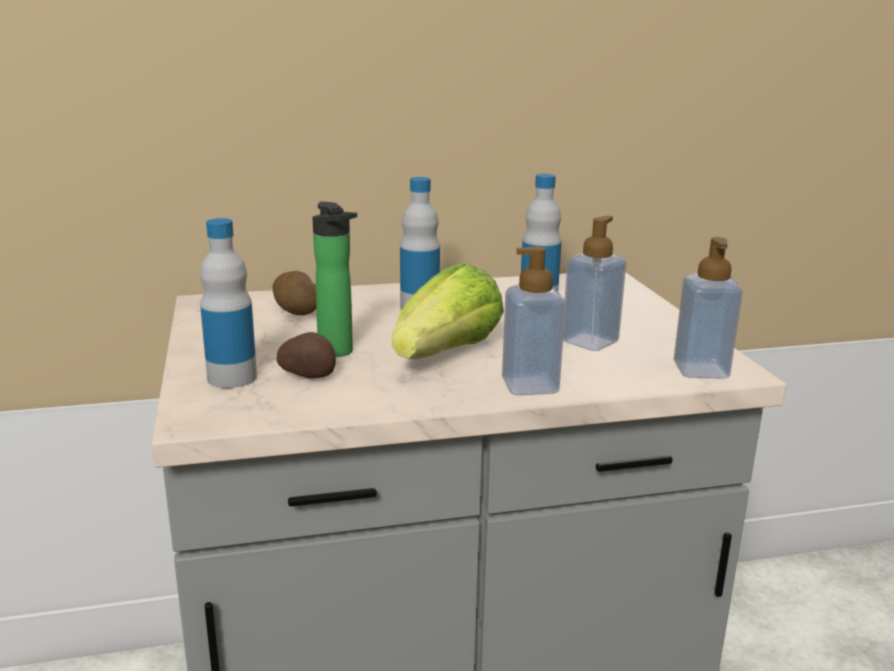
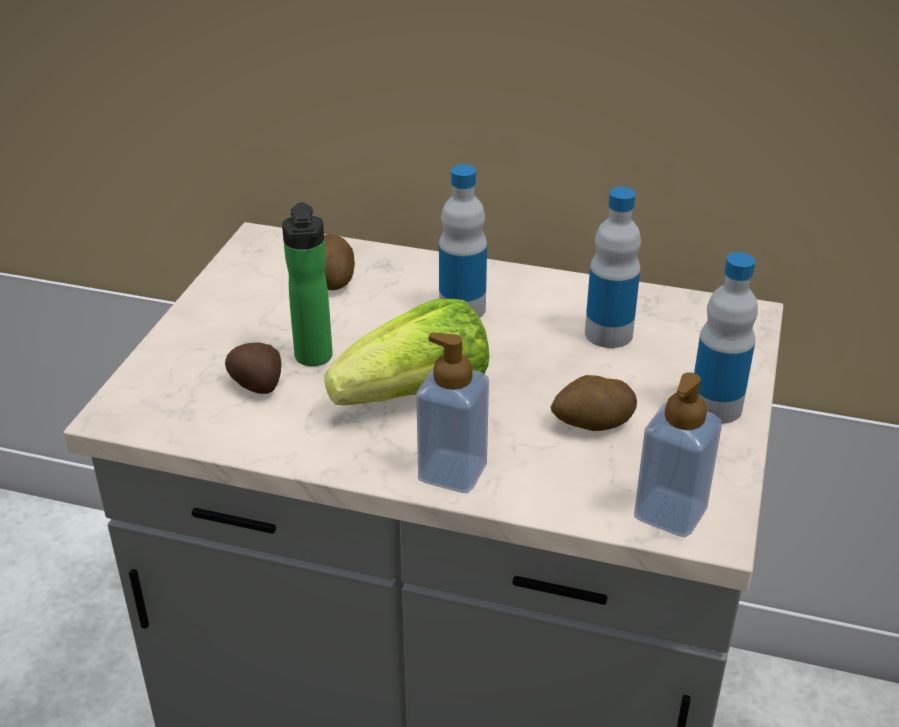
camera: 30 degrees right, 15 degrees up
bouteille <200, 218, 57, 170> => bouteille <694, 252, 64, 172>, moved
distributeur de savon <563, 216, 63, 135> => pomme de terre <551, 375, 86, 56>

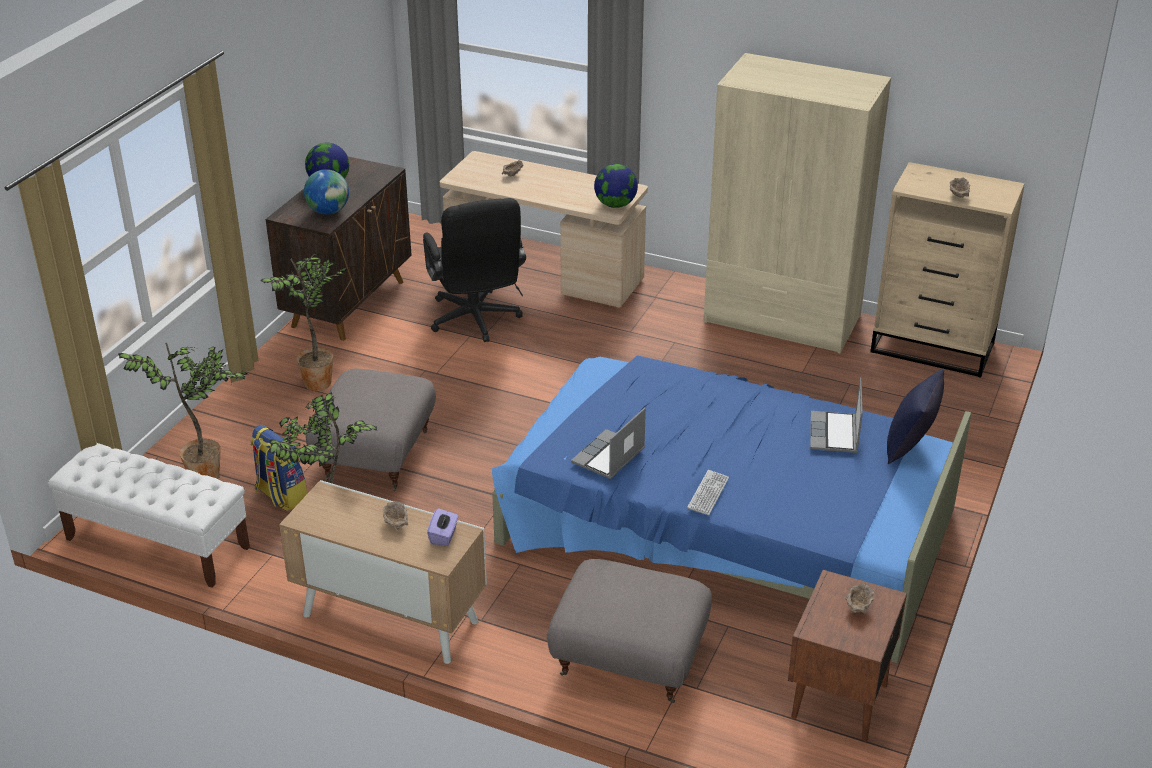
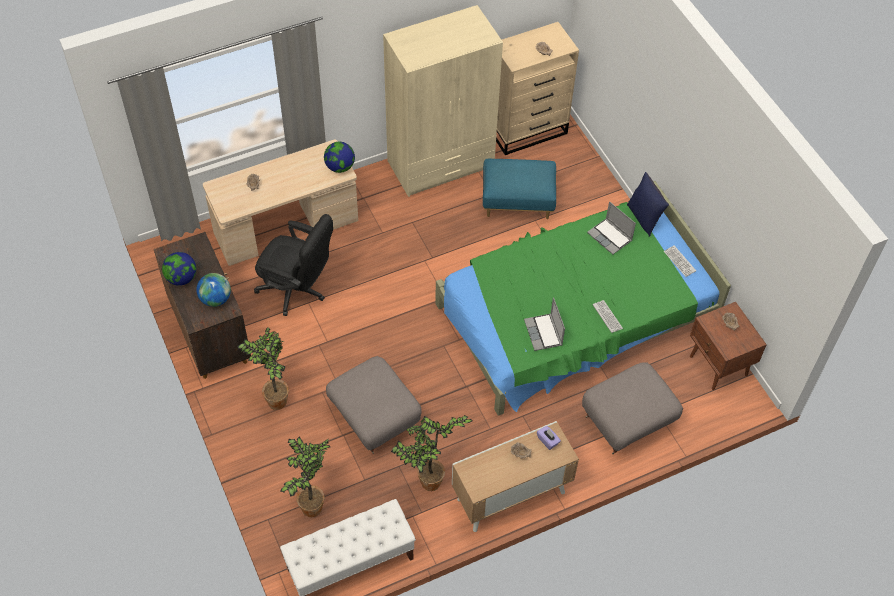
camera: 50 degrees left, 20 degrees up
sac à dos <250, 425, 57, 86> => nothing
lit/bleu <492, 356, 480, 307> => lit/vert <435, 181, 296, 235>
nothing => pouf/bleu <483, 159, 73, 60>
nothing => clavier <664, 246, 32, 31>

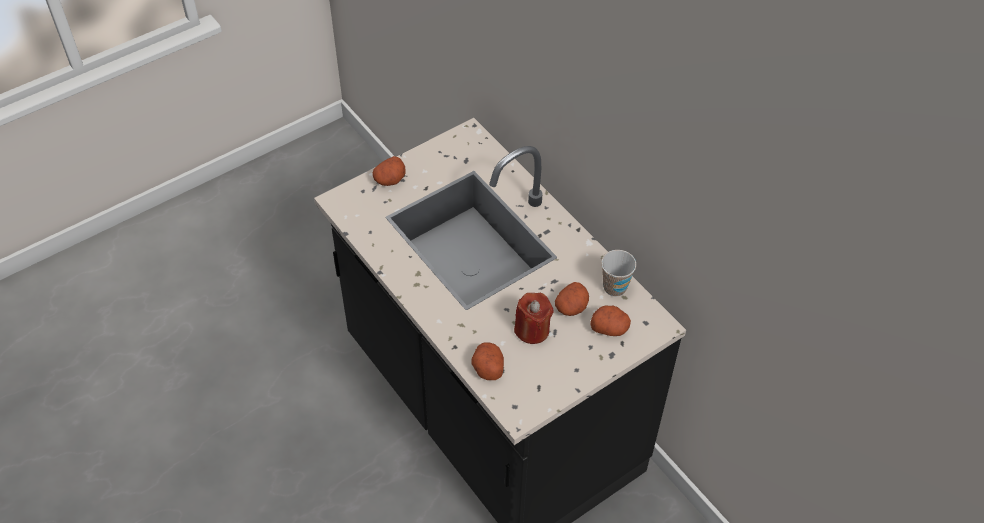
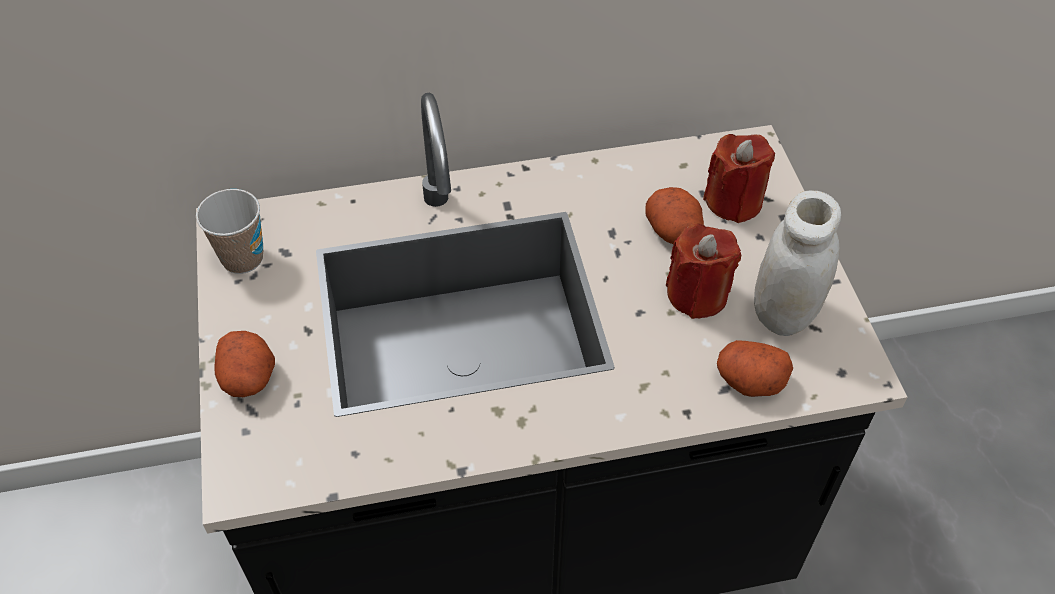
camera: 65 degrees left, 0 degrees up
pomme de terre <591, 306, 40, 30> => bougie/rouge <703, 134, 72, 89>
tasse <601, 250, 35, 47> => tasse <196, 189, 67, 85>, moved
nothing => bocal/blanc <754, 190, 87, 146>

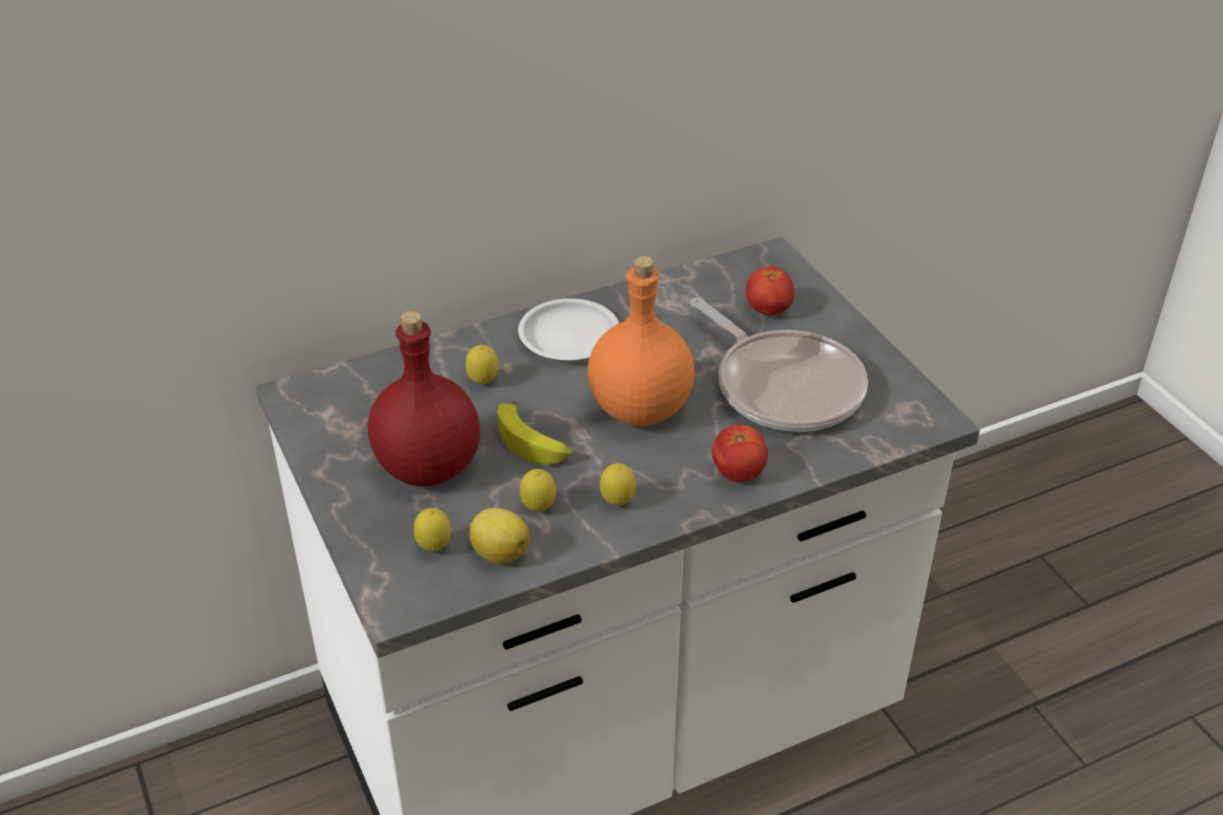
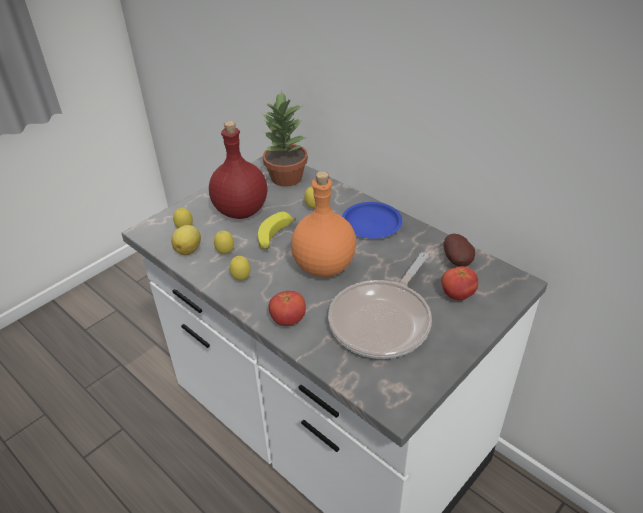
camera: 70 degrees right, 0 degrees up
assiette/blanc <518, 298, 101, 62> => assiette/bleu <342, 202, 60, 37>
nothing => plante en pot <261, 91, 47, 96>
nothing => pomme de terre <444, 234, 31, 33>

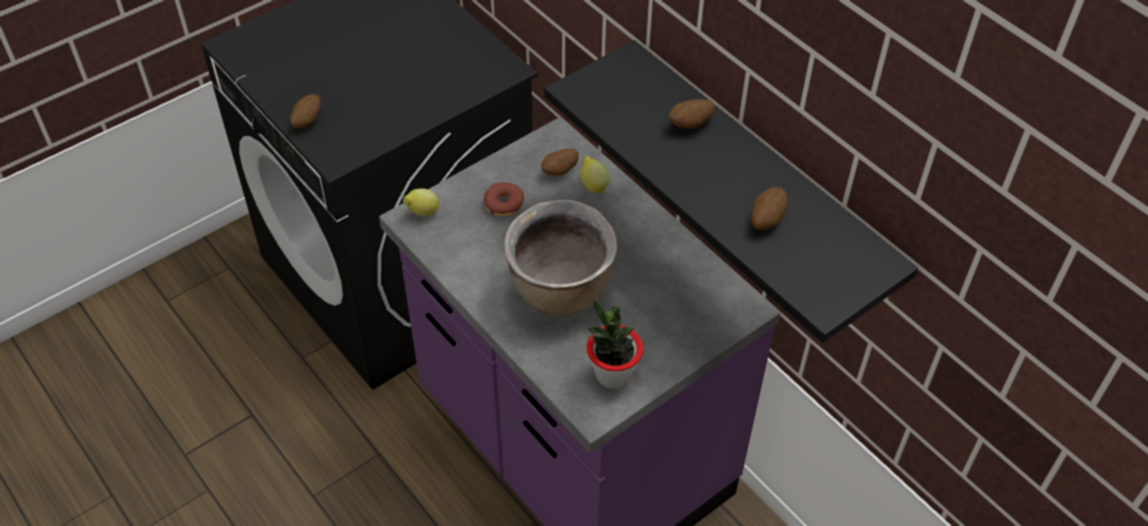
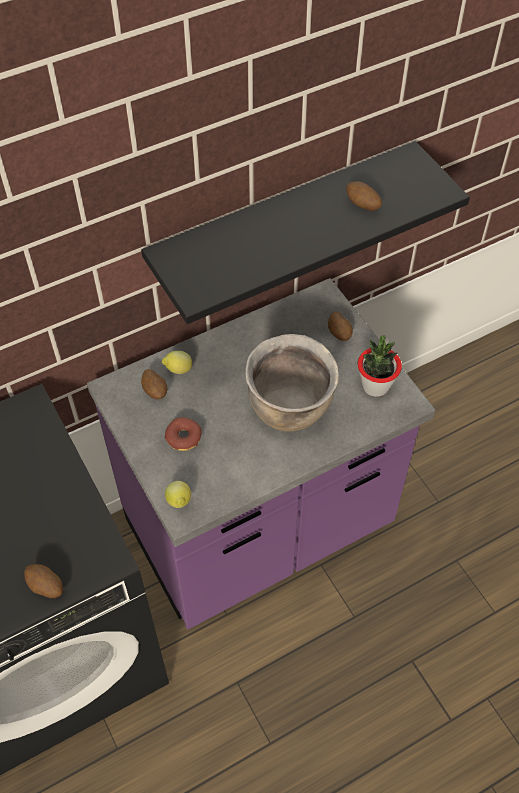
camera: 80 degrees left, 5 degrees up
pomme de terre <669, 99, 46, 30> => pomme de terre <328, 312, 25, 29>, moved

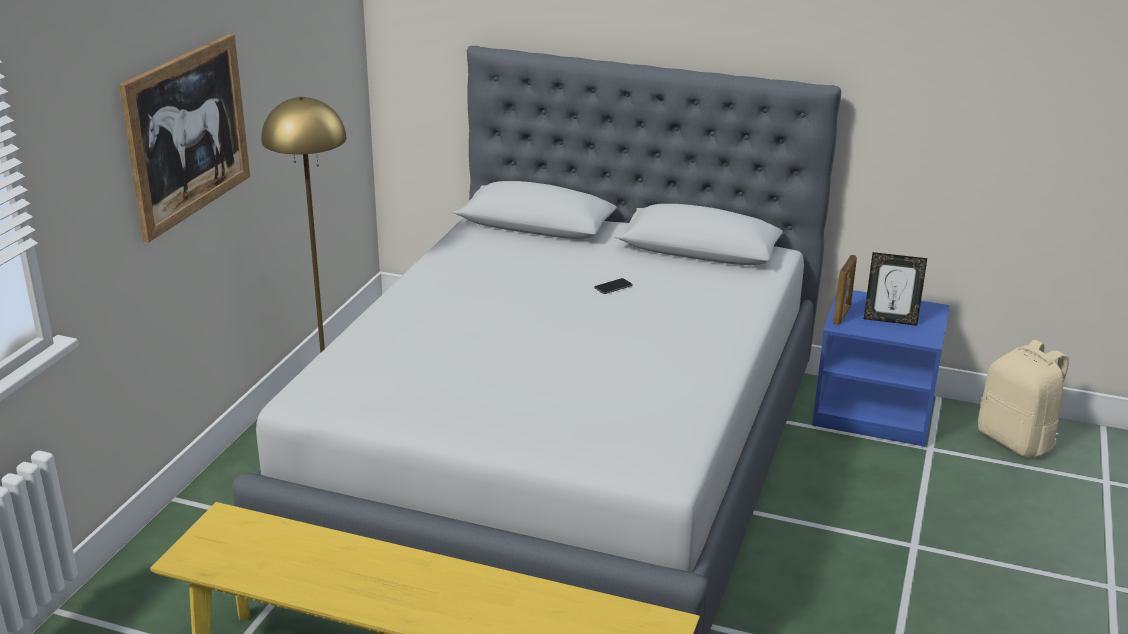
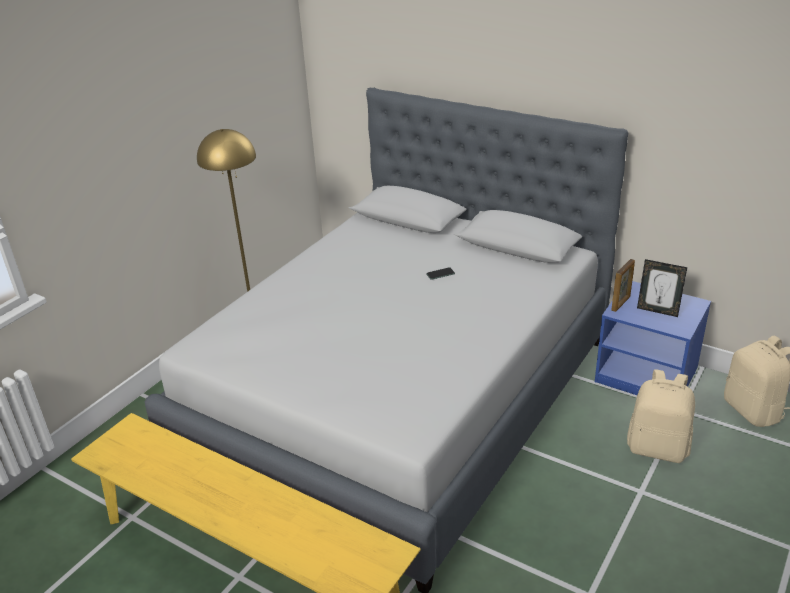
camera: 15 degrees right, 5 degrees up
tableau <119, 34, 131, 209> => nothing
nothing => sac à dos/beige <627, 369, 68, 94>

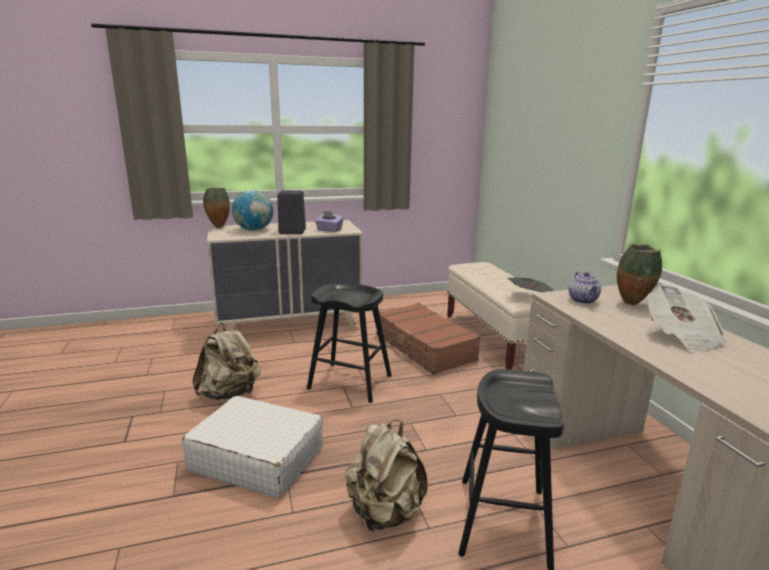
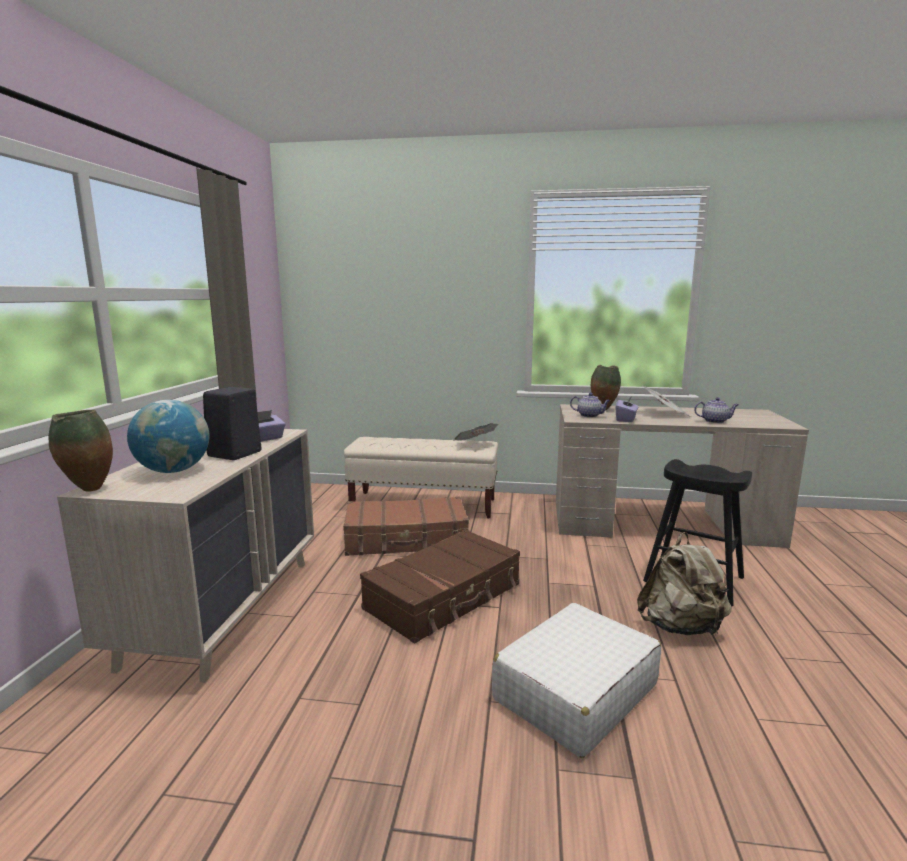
camera: 65 degrees left, 5 degrees down
sac à dos/beige <192, 323, 69, 77> => nothing
tabouret/noir <307, 283, 85, 120> => valise/marron <360, 529, 160, 115>
nothing => boîte à mouchoirs/violet <616, 395, 23, 27>
nothing => théière <694, 397, 45, 26>

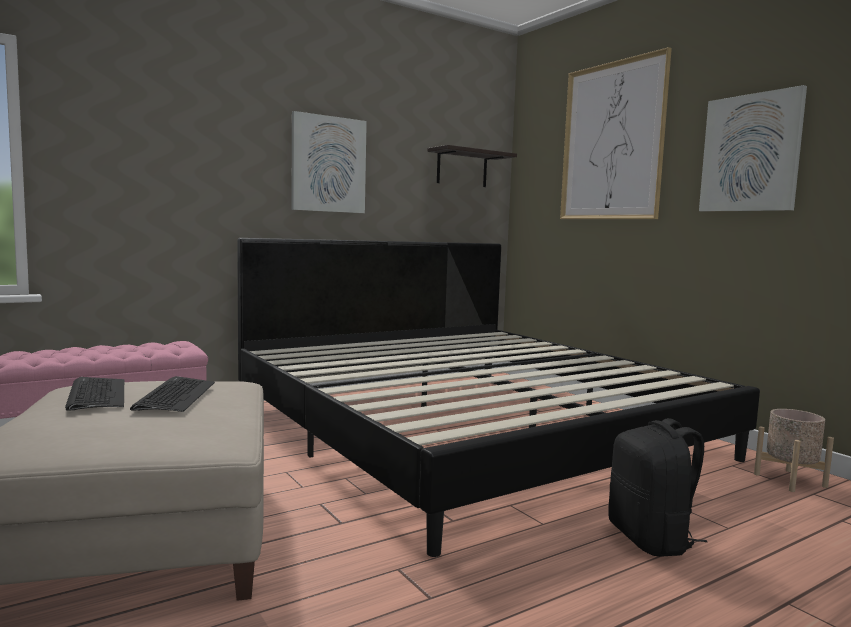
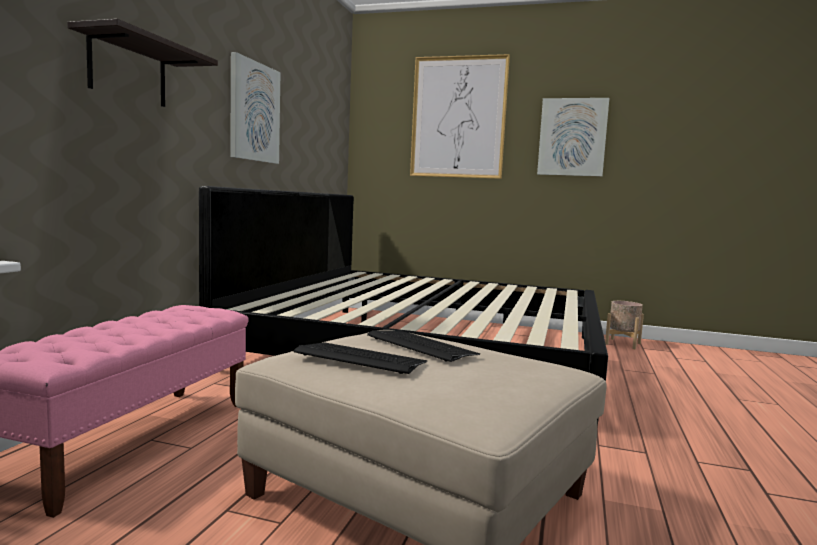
camera: 40 degrees left, 0 degrees up
étagère <427, 145, 90, 42> => étagère <67, 19, 151, 88>, moved
sac à dos/noir <608, 418, 99, 139> => nothing

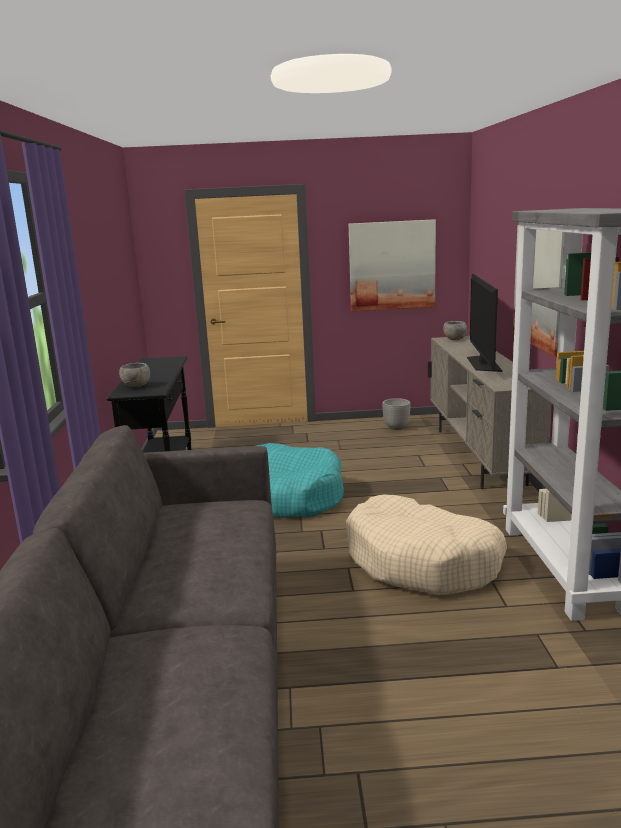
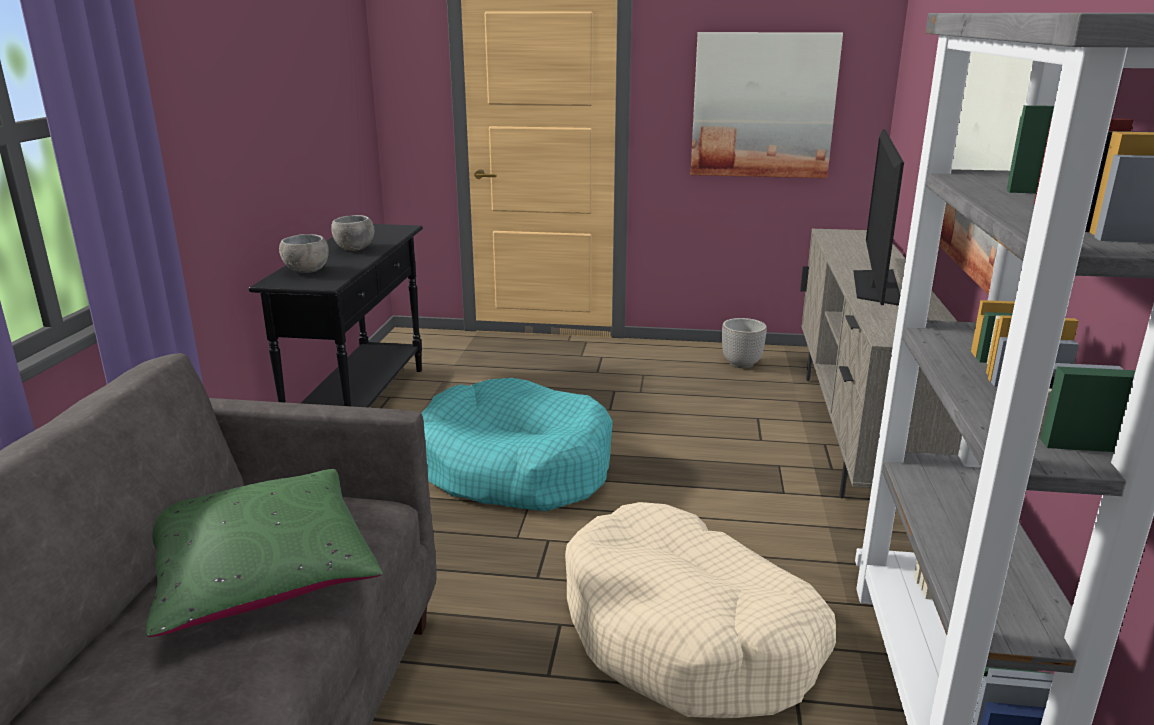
camera: 10 degrees right, 5 degrees up
bol/gris <443, 321, 24, 19> => bol/gris <331, 215, 43, 36>, moved
nothing => coussin/vert <146, 469, 237, 168>

